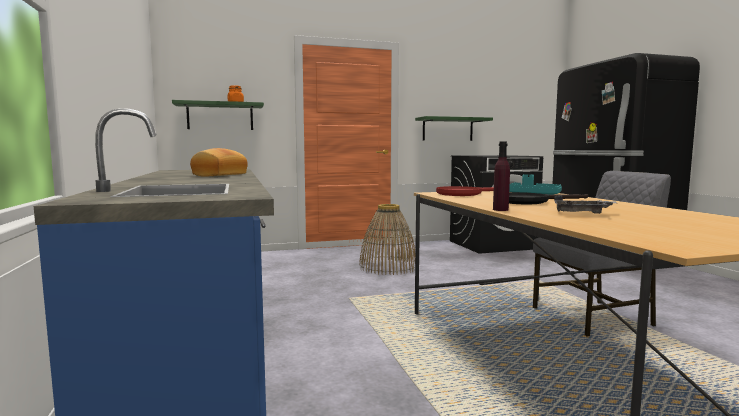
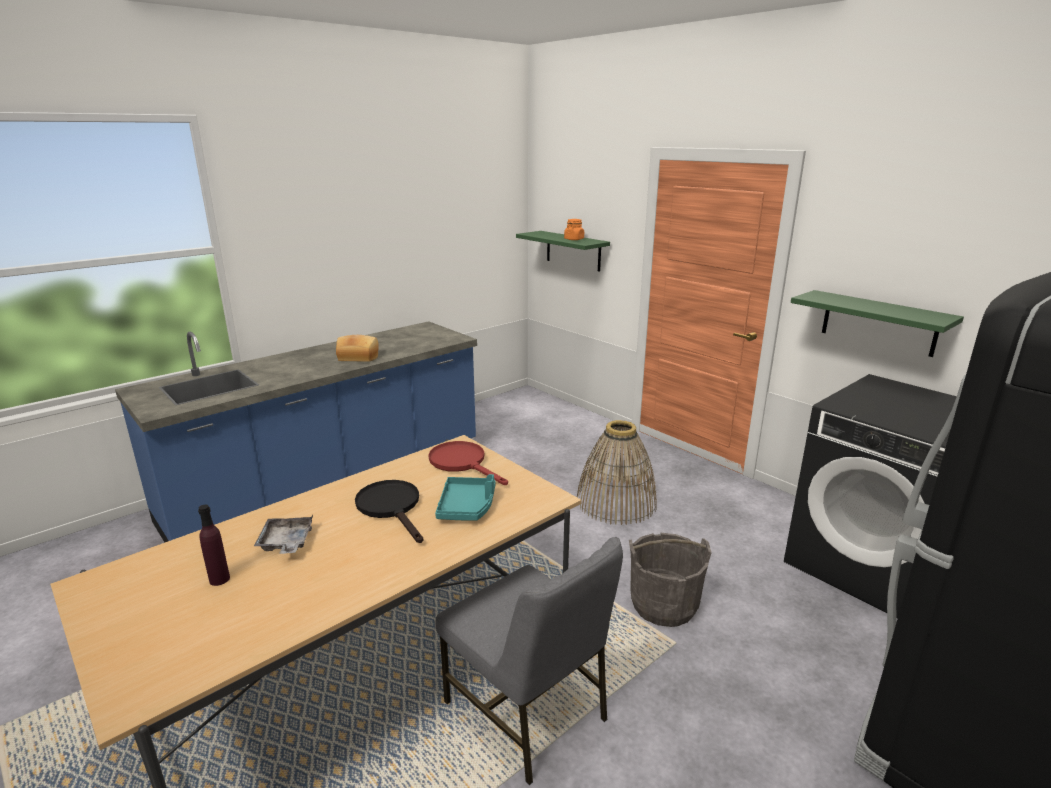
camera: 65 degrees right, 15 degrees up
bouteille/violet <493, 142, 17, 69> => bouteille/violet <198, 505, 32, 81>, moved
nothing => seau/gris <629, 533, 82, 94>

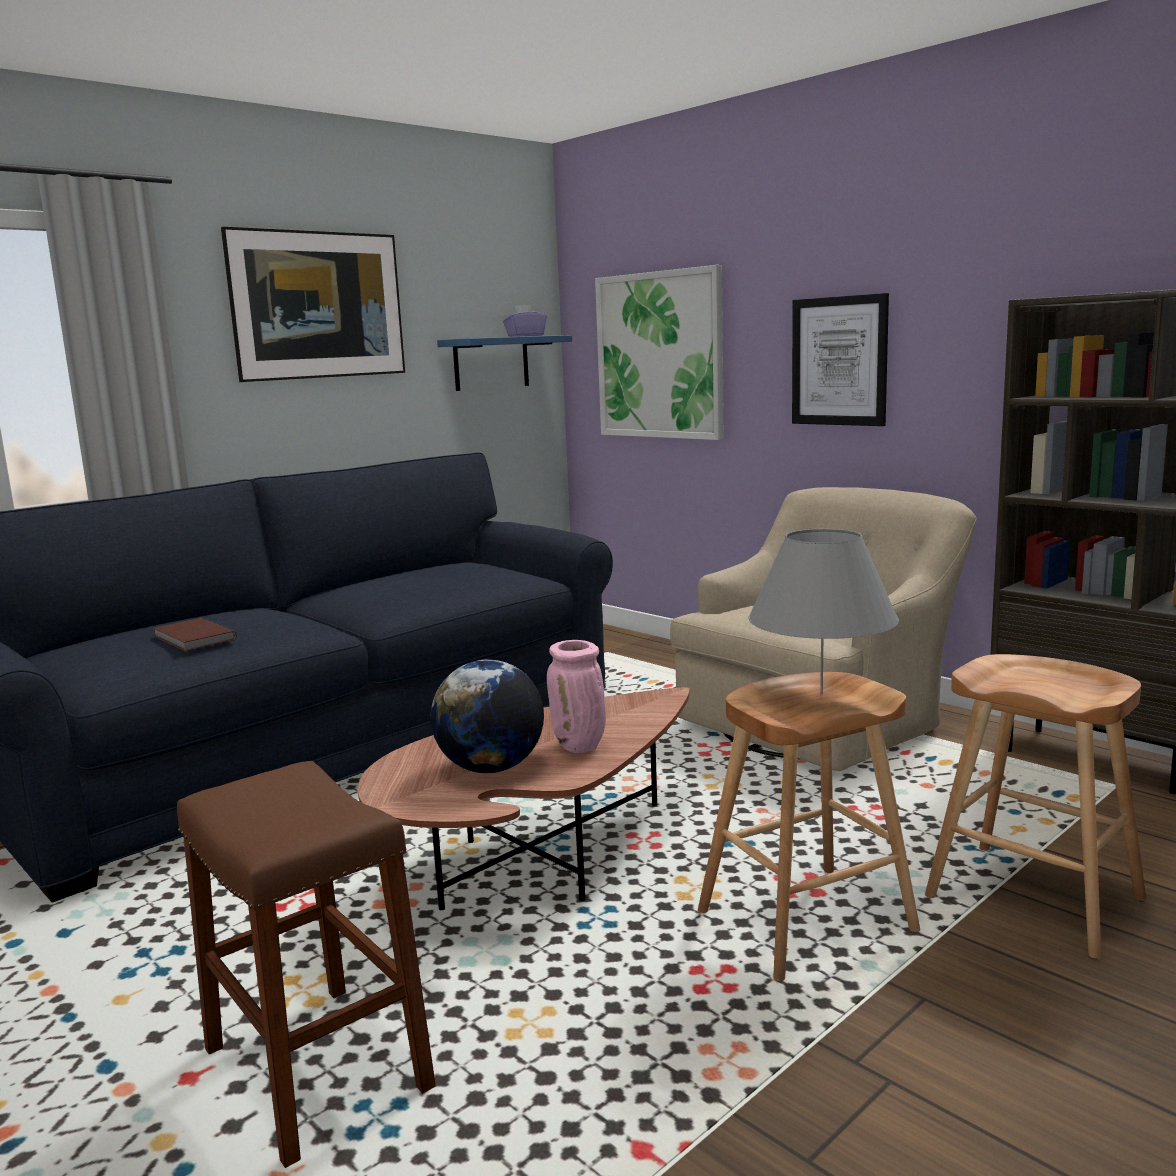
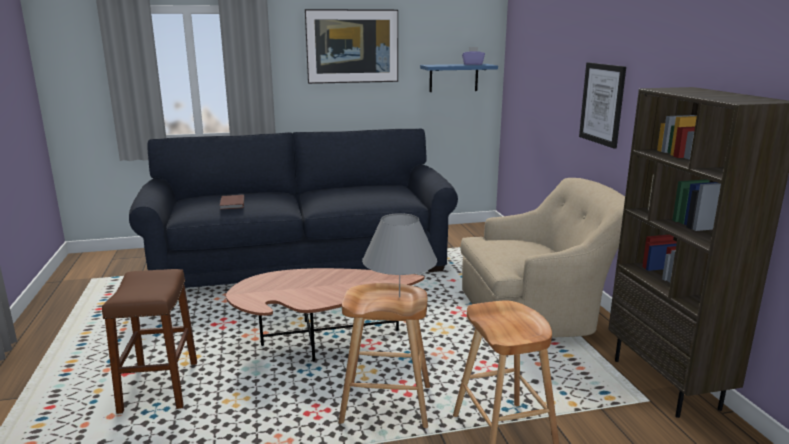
camera: 30 degrees right, 5 degrees up
globe <431, 659, 113, 114> => nothing
vase/rose <547, 640, 59, 113> => nothing
tableau <595, 265, 129, 175> => nothing

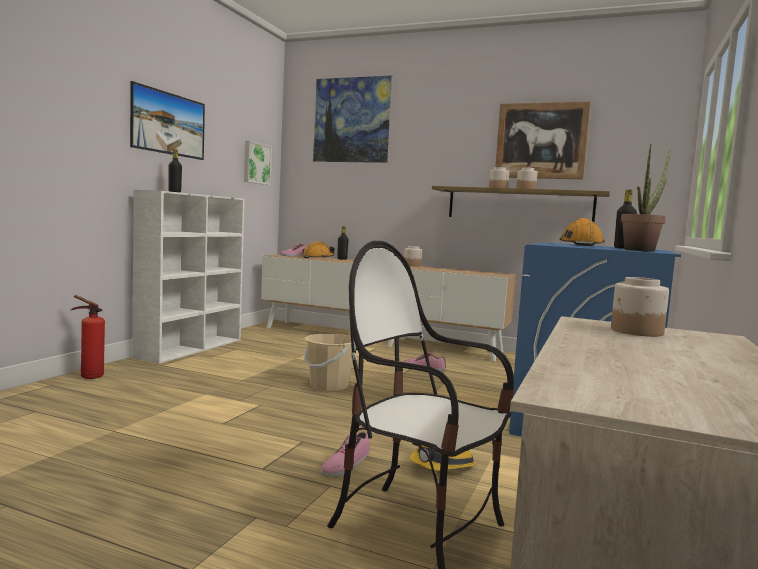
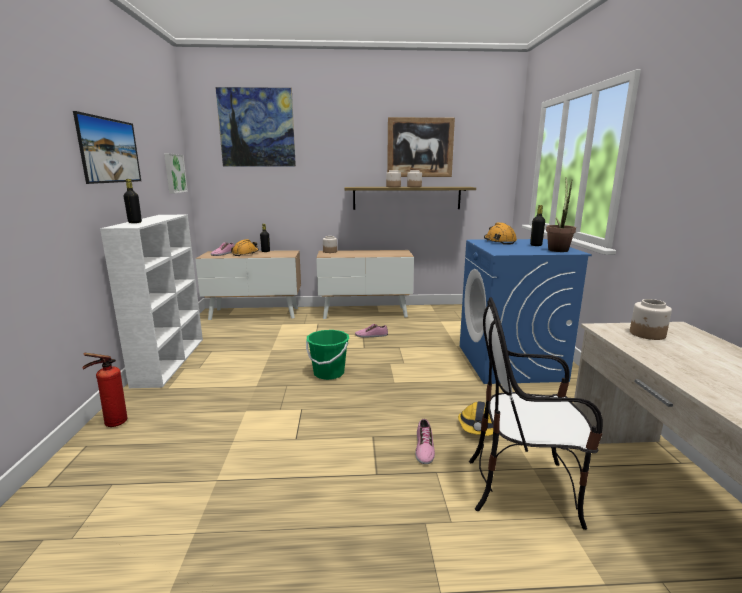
camera: 25 degrees left, 10 degrees up
seau/beige <304, 334, 49, 57> => seau/vert <306, 330, 43, 50>

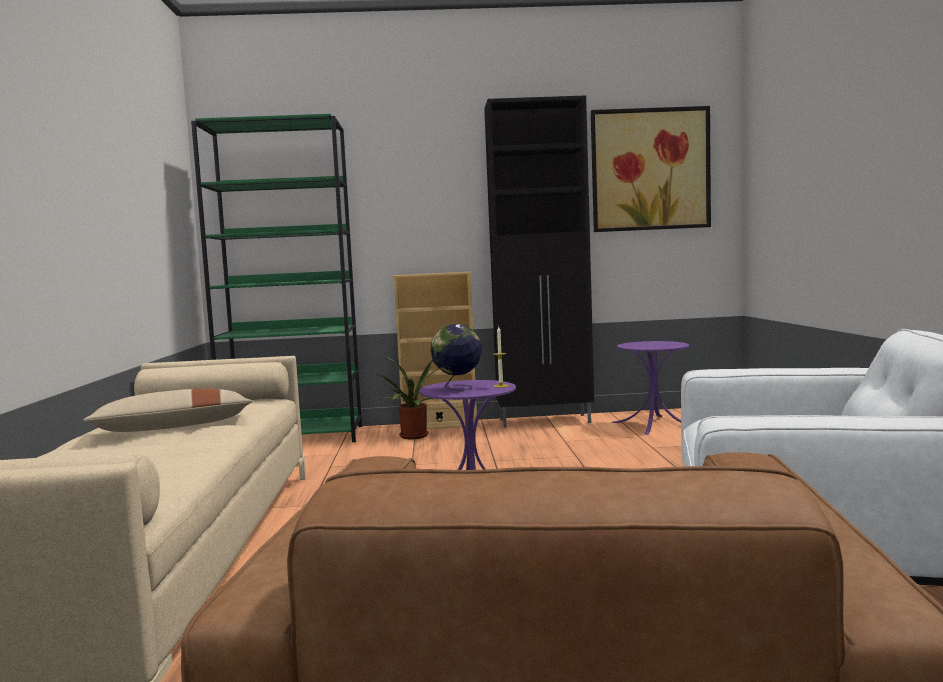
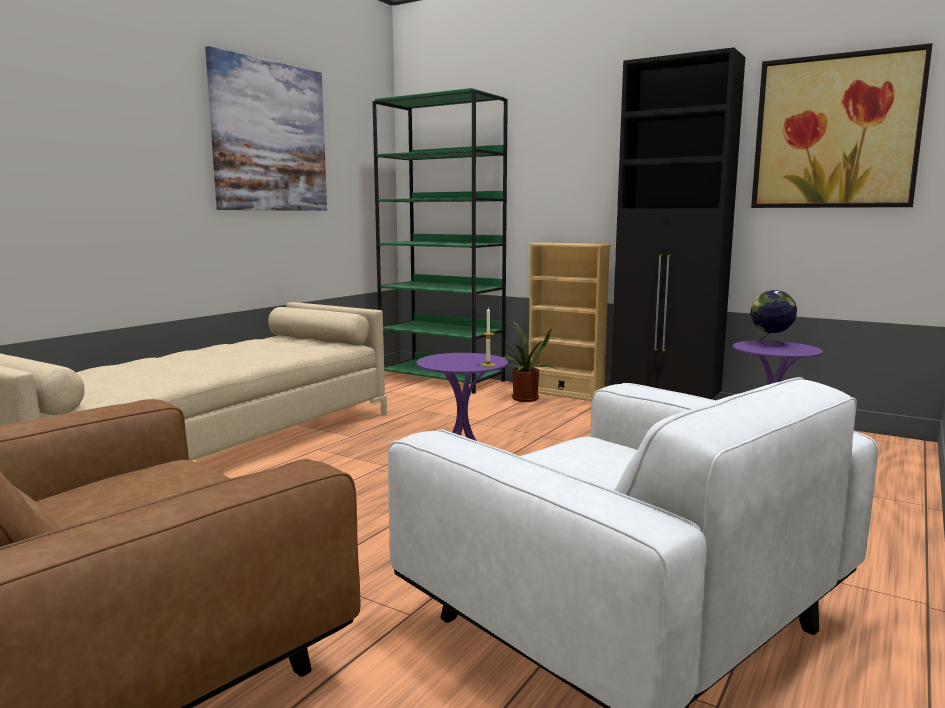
camera: 35 degrees right, 5 degrees up
coussin/beige <83, 389, 170, 43> => nothing
globe <430, 324, 52, 67> => globe <750, 290, 47, 56>, moved
nothing => tableau <205, 46, 122, 165>

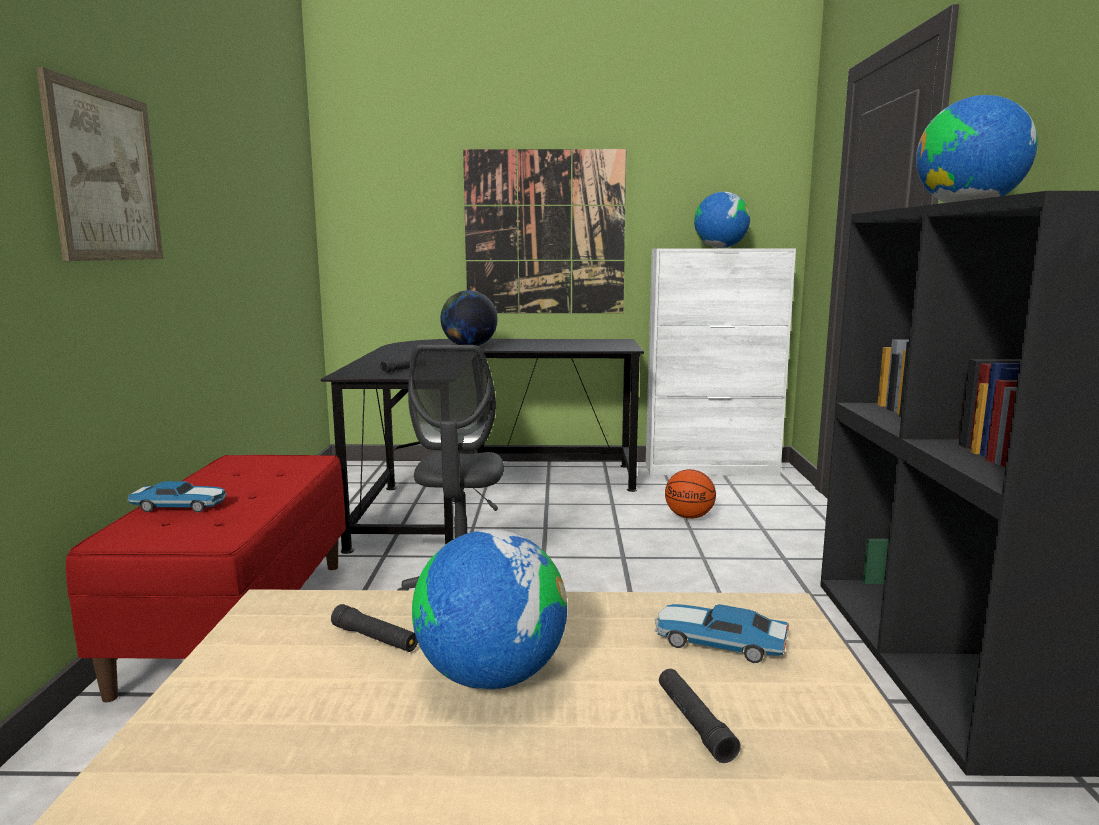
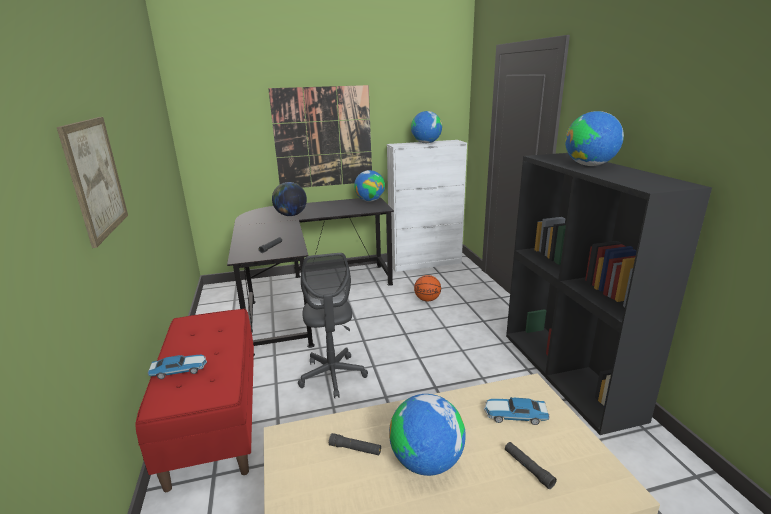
camera: 15 degrees left, 10 degrees up
nothing => globe <354, 170, 31, 32>

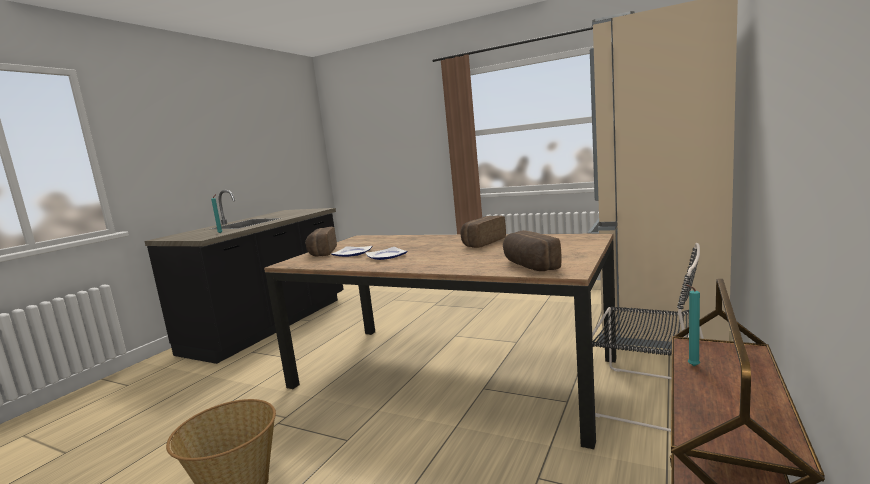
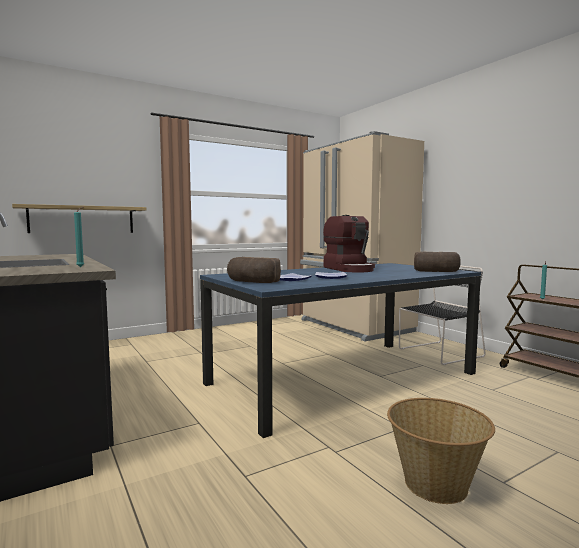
camera: 60 degrees left, 5 degrees down
table à manger/marron <264, 233, 352, 216> => table à manger/bleu <200, 263, 281, 175>
pain <460, 216, 46, 32> => machine à café <323, 215, 52, 57>
nothing => étagère <12, 204, 134, 29>

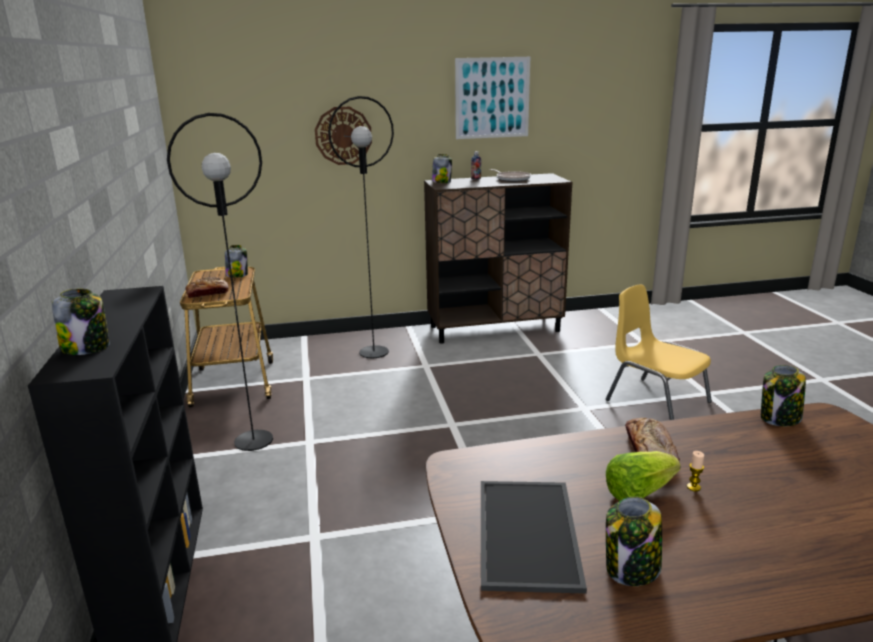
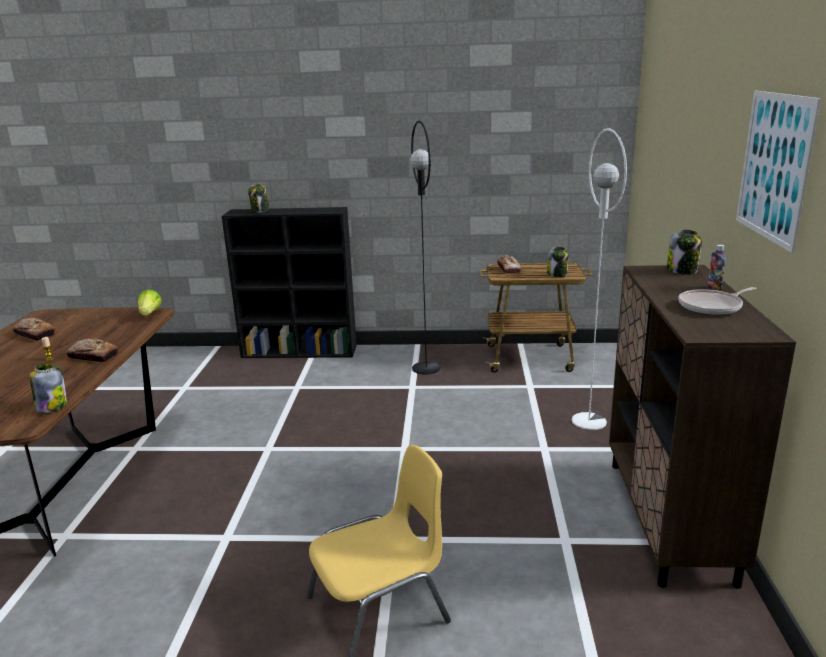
camera: 105 degrees right, 0 degrees up
horloge murale <315, 107, 57, 58> => nothing
lampadaire/noir <328, 96, 66, 263> => lampadaire/blanc <572, 128, 55, 302>
plateau <481, 481, 106, 113> => nothing
laitue <606, 451, 75, 50> => laitue <138, 289, 24, 27>, moved
bocal <606, 497, 56, 89> => pain <12, 318, 43, 23>

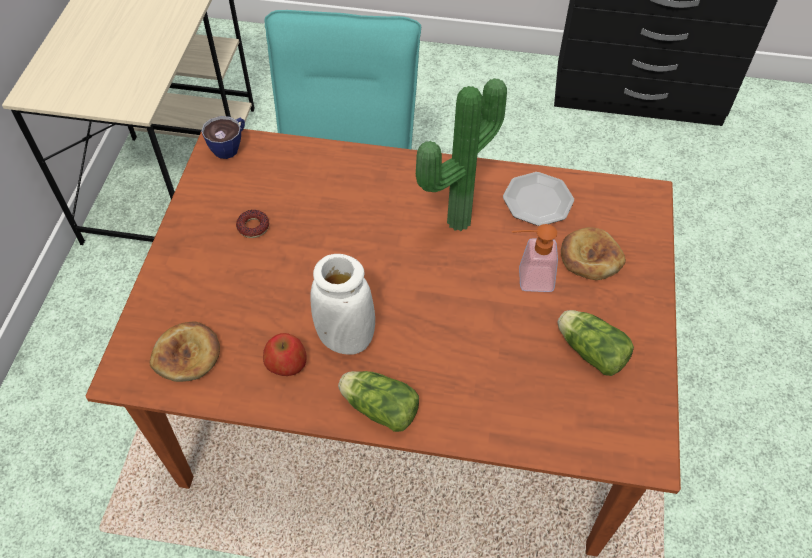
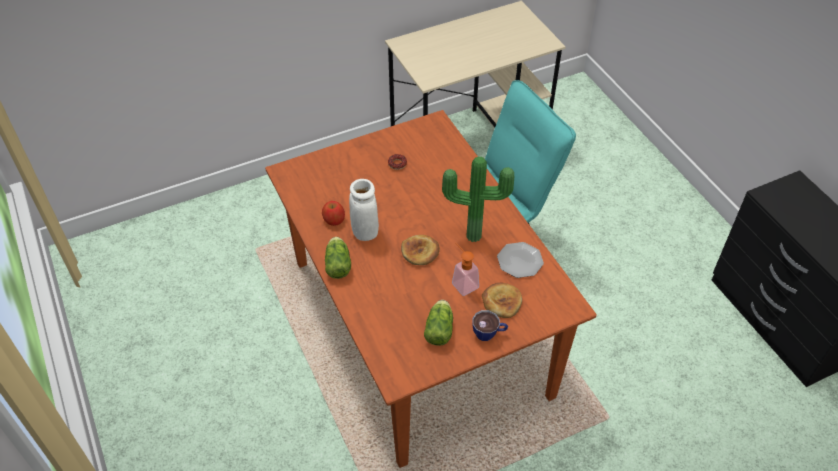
camera: 55 degrees right, 5 degrees down
pain <150, 321, 70, 61> => pain <401, 235, 39, 30>, moved
tasse <201, 116, 44, 43> => tasse <472, 310, 36, 31>, moved

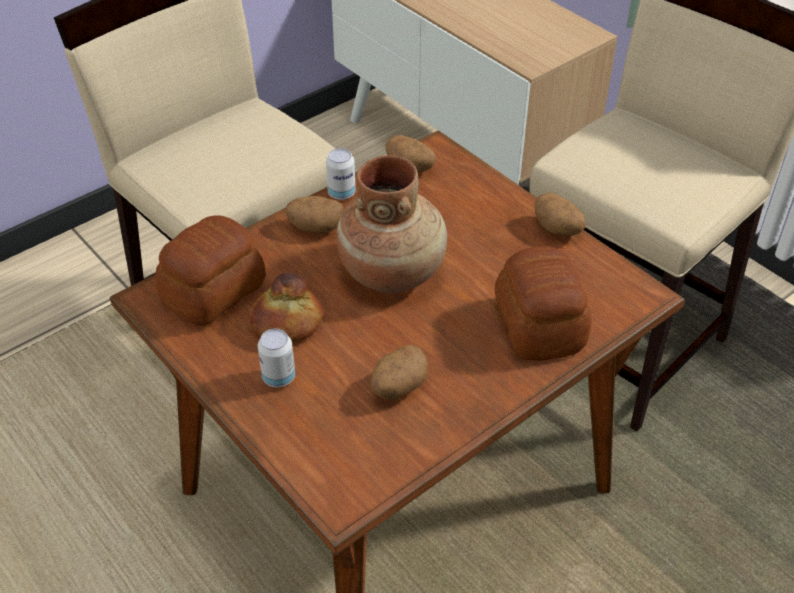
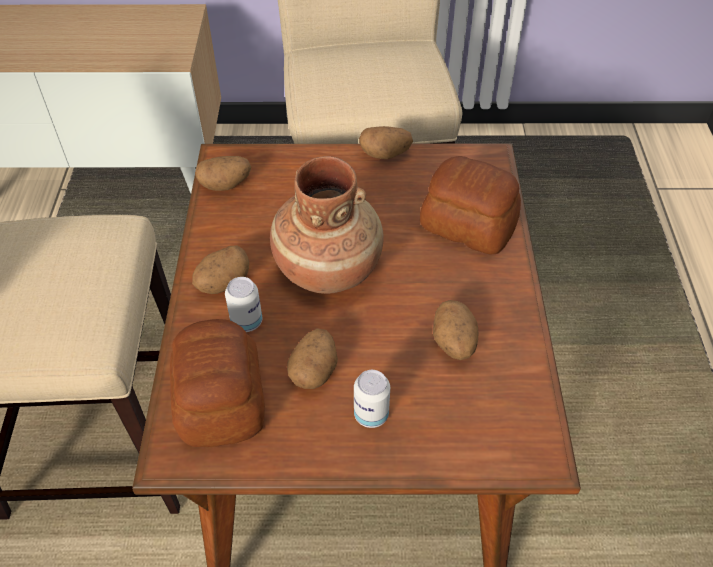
camera: 50 degrees left, 5 degrees up
pain <249, 272, 75, 70> => pomme de terre <287, 328, 51, 61>
boîte métallique <326, 148, 30, 52> => boîte métallique <225, 277, 37, 55>, moved

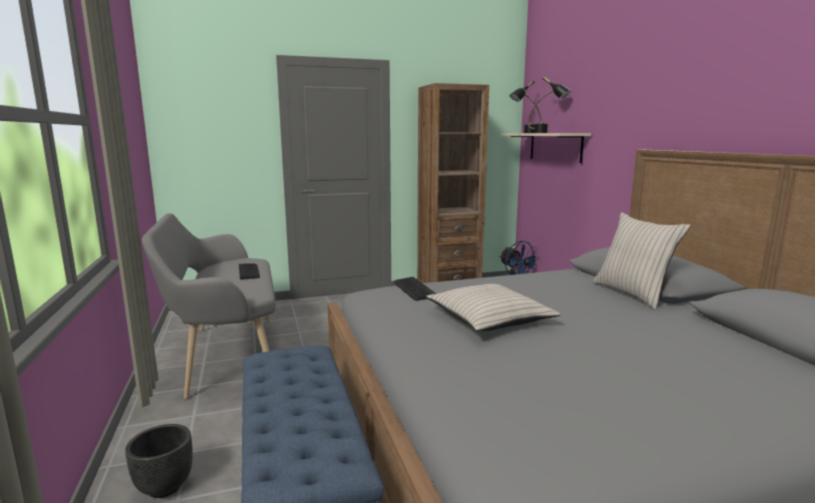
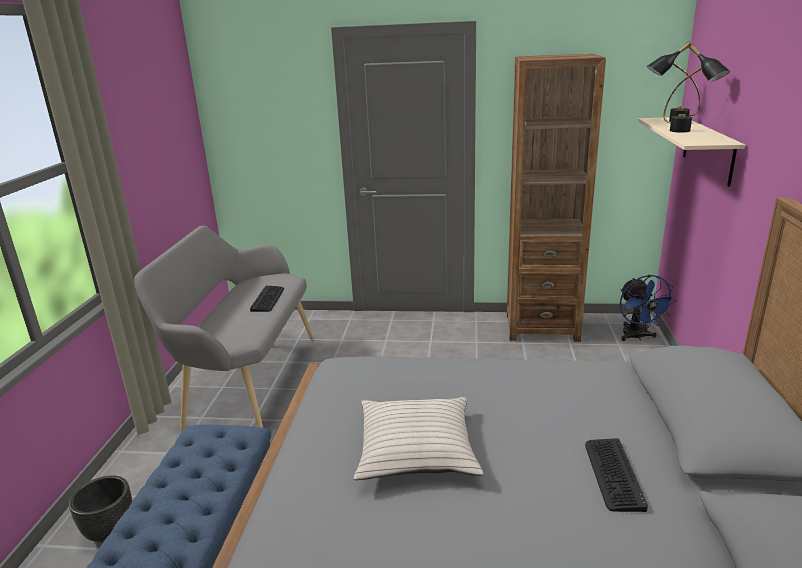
camera: 25 degrees right, 10 degrees up
clavier <394, 277, 42, 23> => clavier <585, 438, 63, 74>, moved
coussin/beige <593, 212, 98, 97> => nothing

